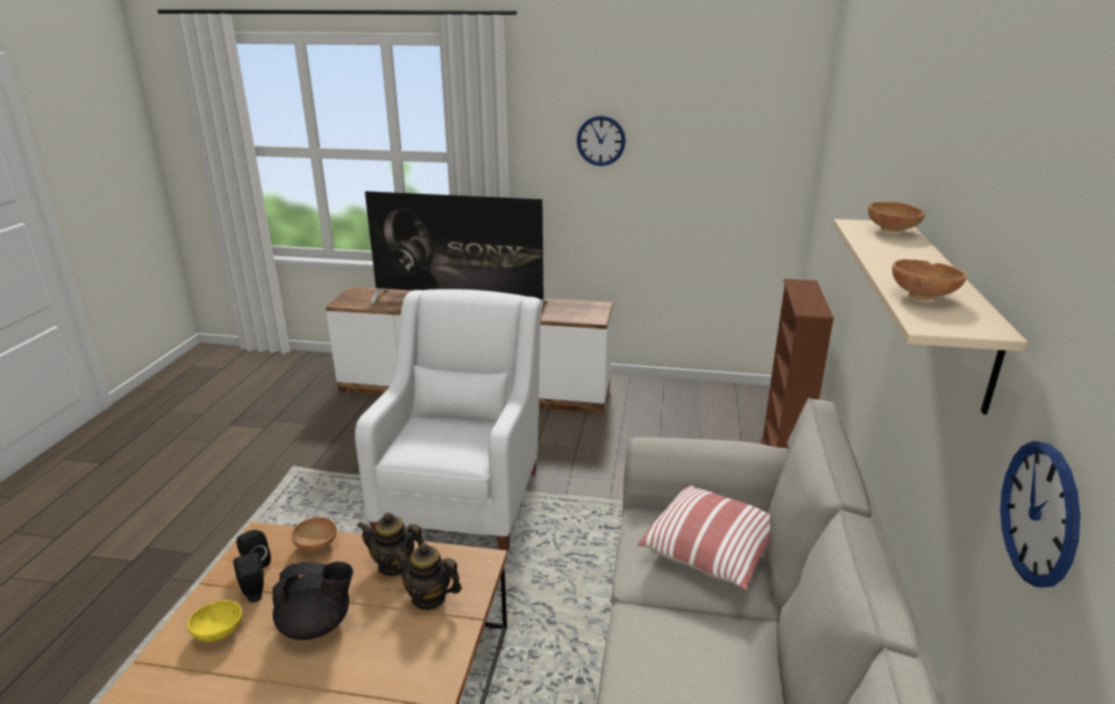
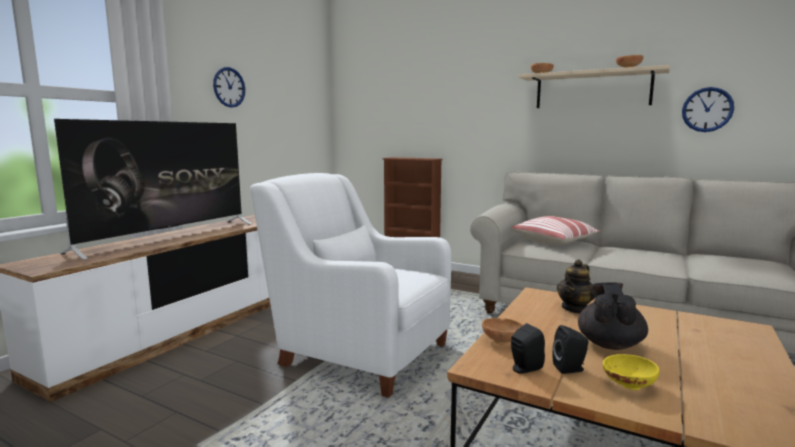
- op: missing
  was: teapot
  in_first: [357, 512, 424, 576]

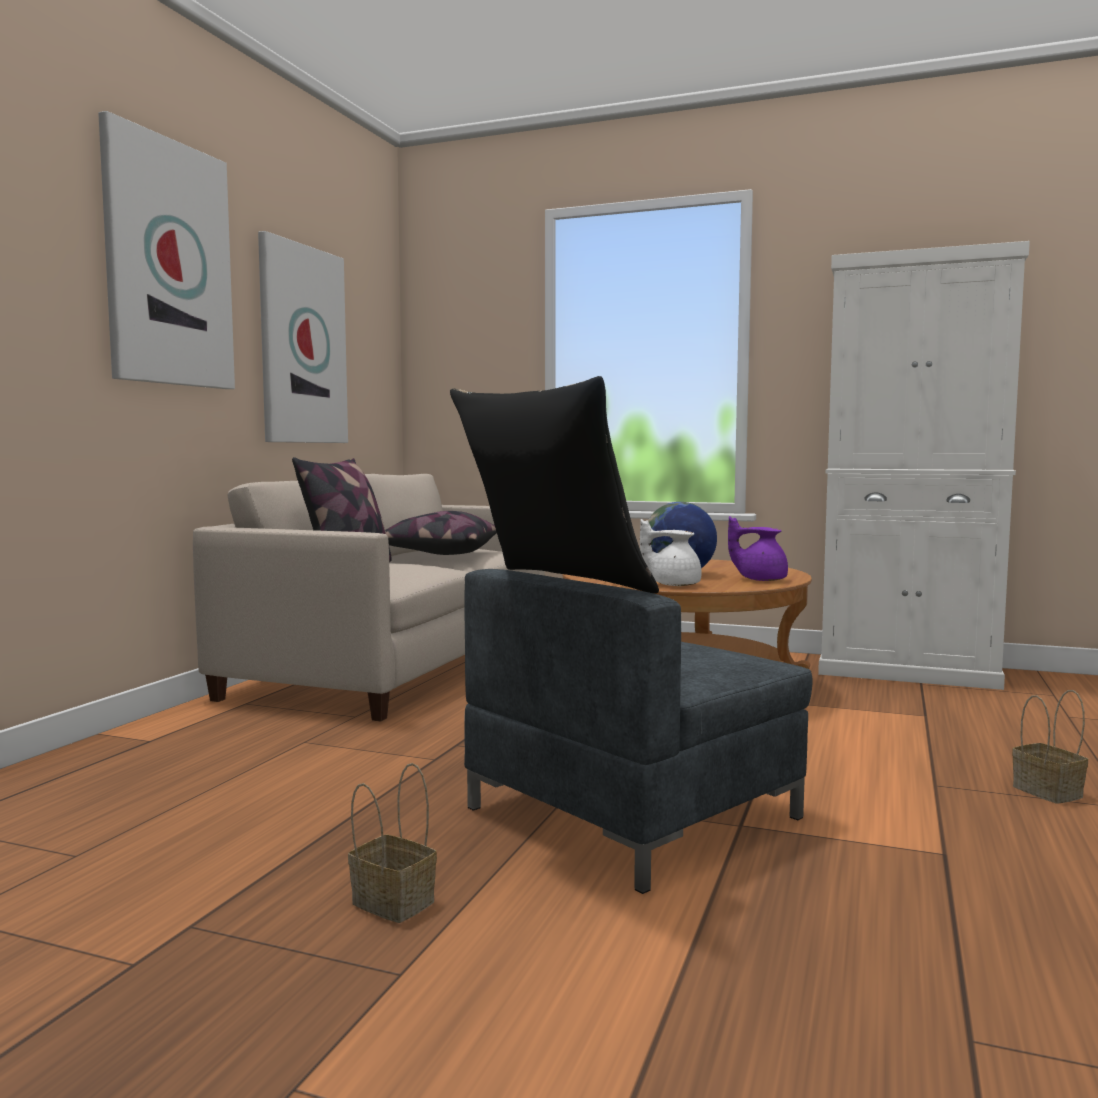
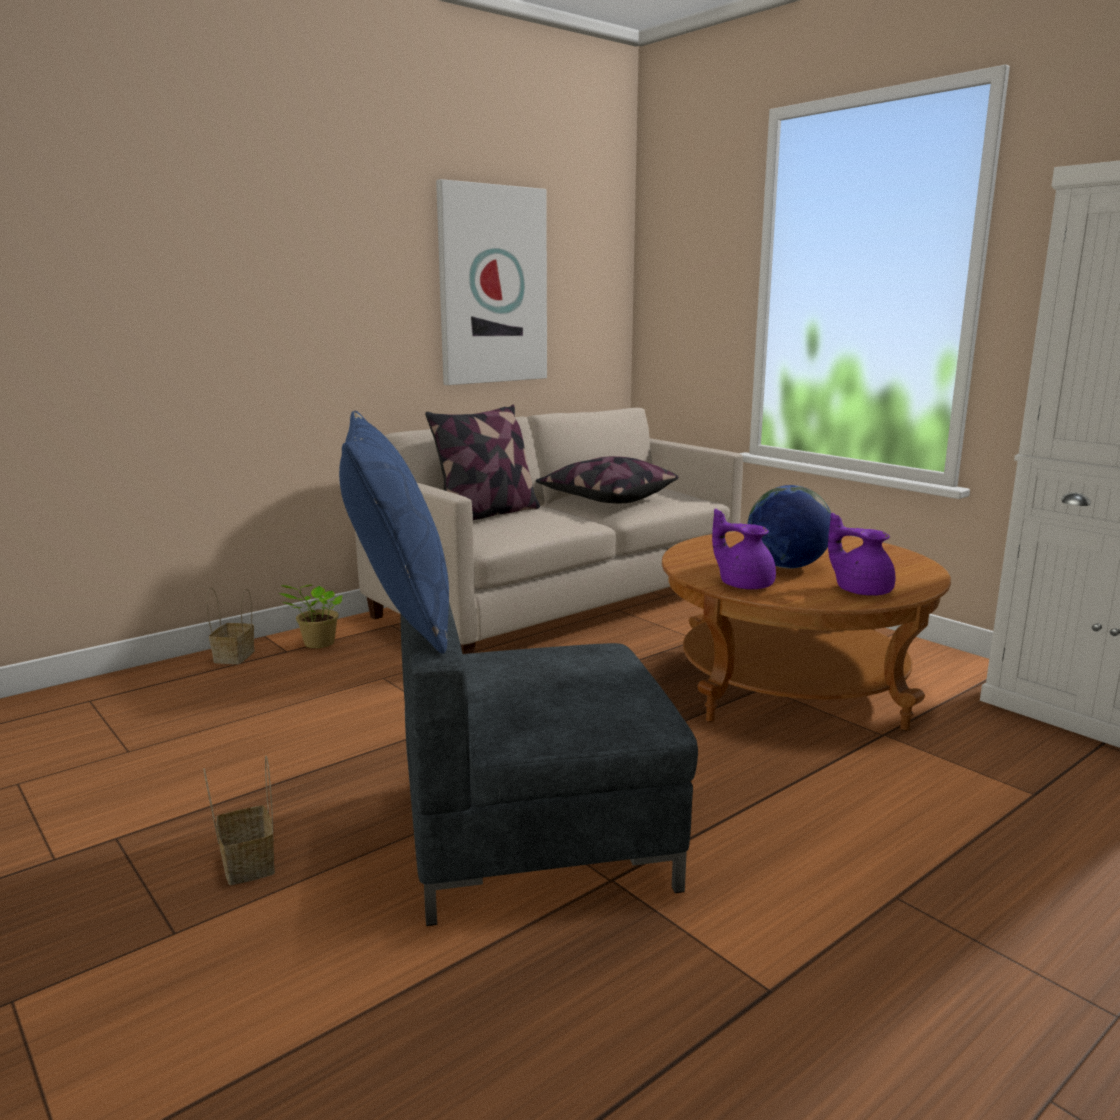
- op: missing
  was: picture
  in_first: [98, 111, 235, 389]
- op: colour
  was: black pillow
  now: blue pillow
  in_first: [450, 376, 659, 593]
  in_second: [339, 411, 449, 654]
- op: colour
  was: white teapot
  now: purple teapot
  in_first: [640, 519, 702, 586]
  in_second: [712, 509, 776, 590]
- op: relocated
  was: basket
  in_first: [1012, 690, 1088, 804]
  in_second: [207, 588, 255, 664]
- op: appeared
  now: potted plant
  in_second: [278, 585, 342, 648]

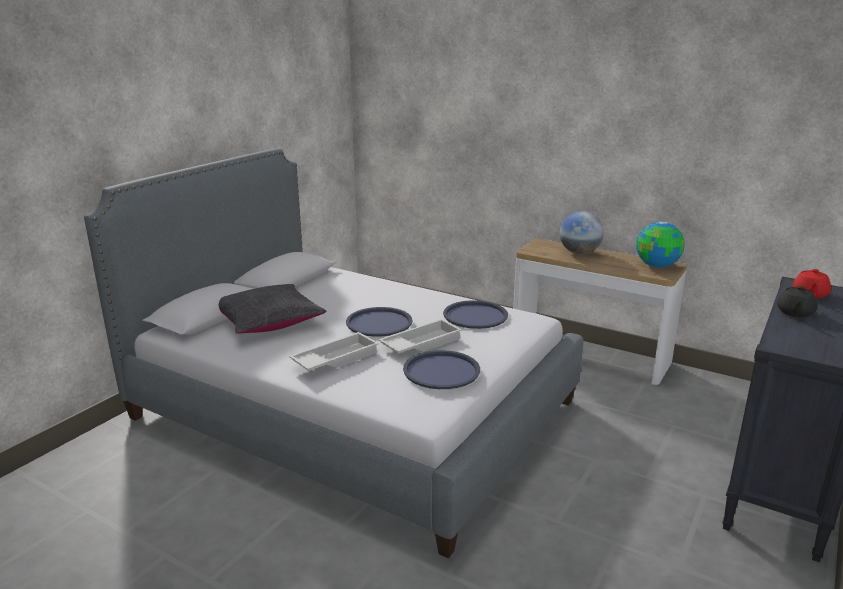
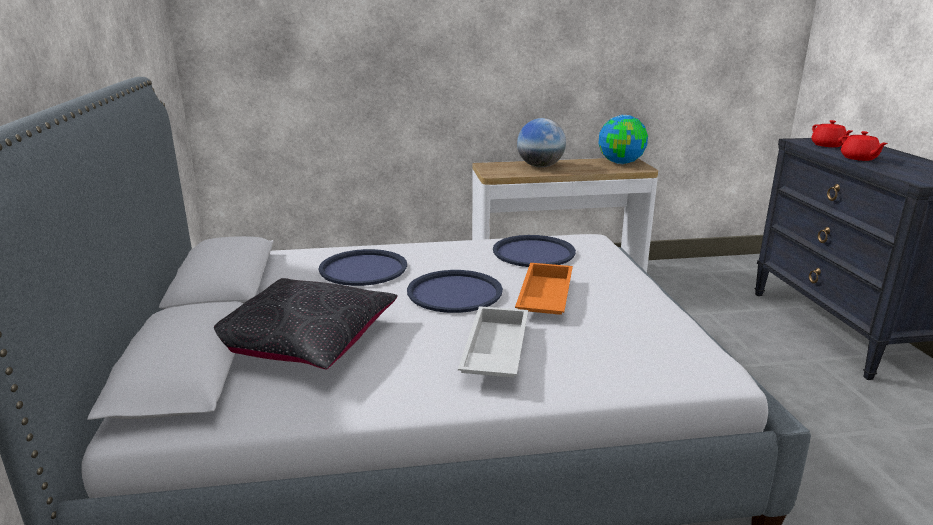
- op: colour
  was: black teapot
  now: red teapot
  in_first: [777, 286, 817, 317]
  in_second: [841, 131, 888, 161]
- op: colour
  was: white tray
  now: orange tray
  in_first: [378, 319, 462, 354]
  in_second: [515, 263, 573, 315]
- op: relocated
  was: blue tray
  in_first: [403, 350, 480, 389]
  in_second: [319, 249, 407, 286]

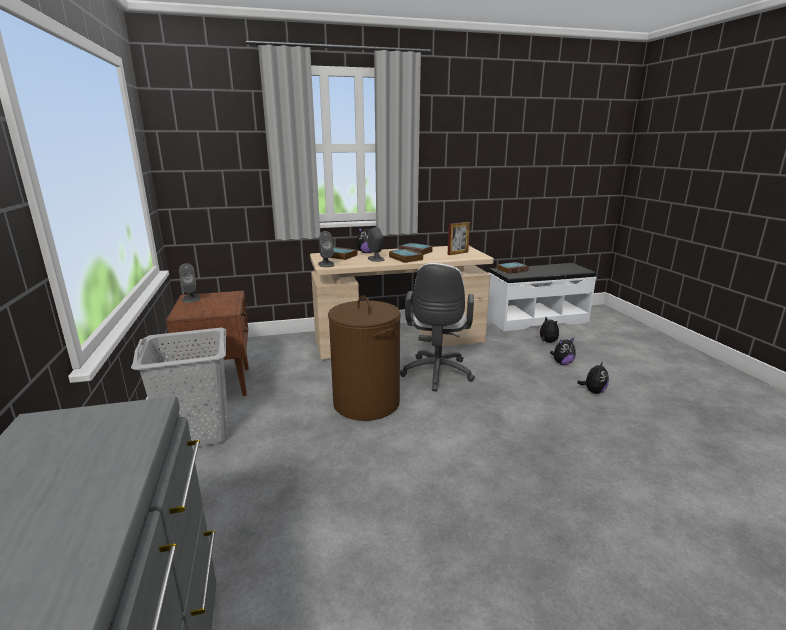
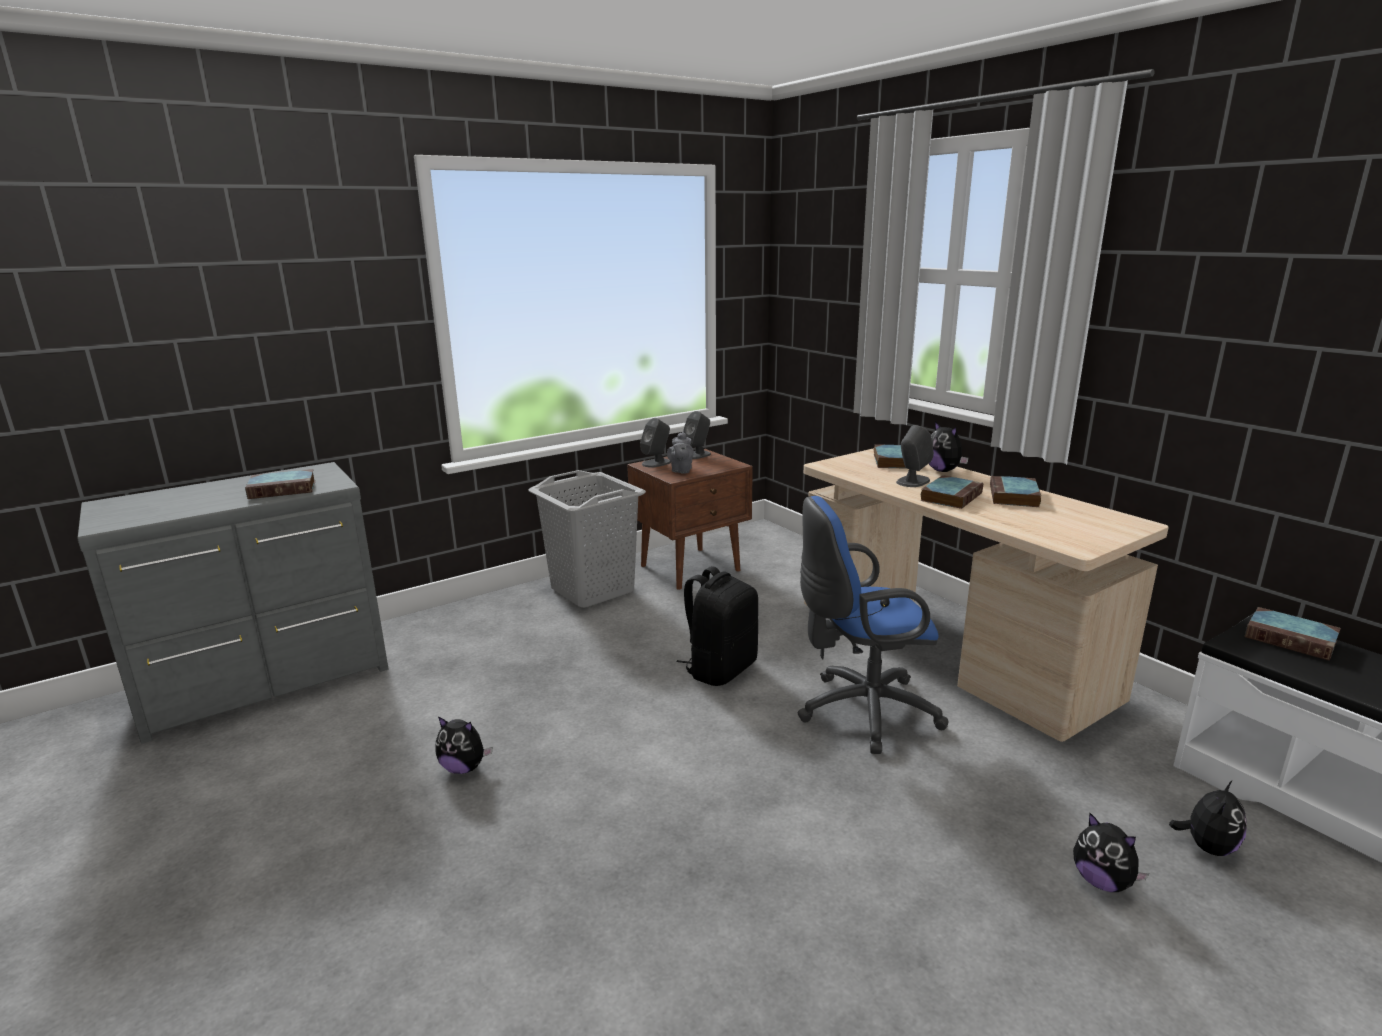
- op: missing
  was: picture frame
  in_first: [448, 222, 470, 255]
- op: relocated
  was: grey speaker
  in_first: [318, 231, 335, 267]
  in_second: [640, 418, 671, 468]
- op: colour
  was: white office chair
  now: blue office chair
  in_first: [400, 263, 475, 392]
  in_second: [798, 496, 949, 754]
- op: exchanged
  was: brown laundry basket
  now: black backpack
  in_first: [328, 295, 401, 421]
  in_second: [676, 566, 758, 686]
- op: relocated
  was: plush toy
  in_first: [577, 361, 609, 394]
  in_second: [435, 717, 492, 774]
- op: appeared
  now: grey teapot
  in_second: [667, 432, 694, 474]
- op: appeared
  now: book
  in_second: [245, 469, 316, 499]

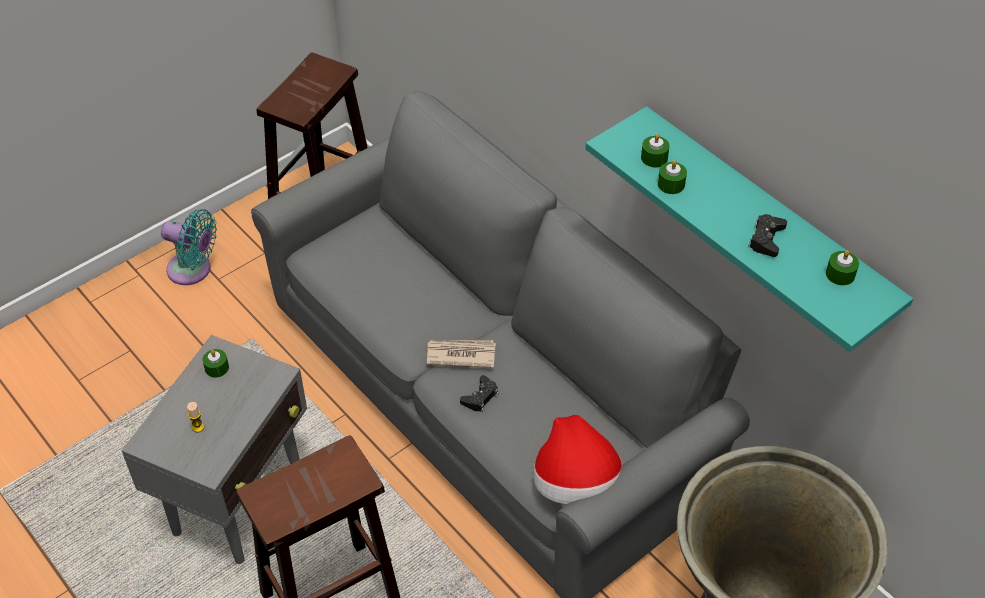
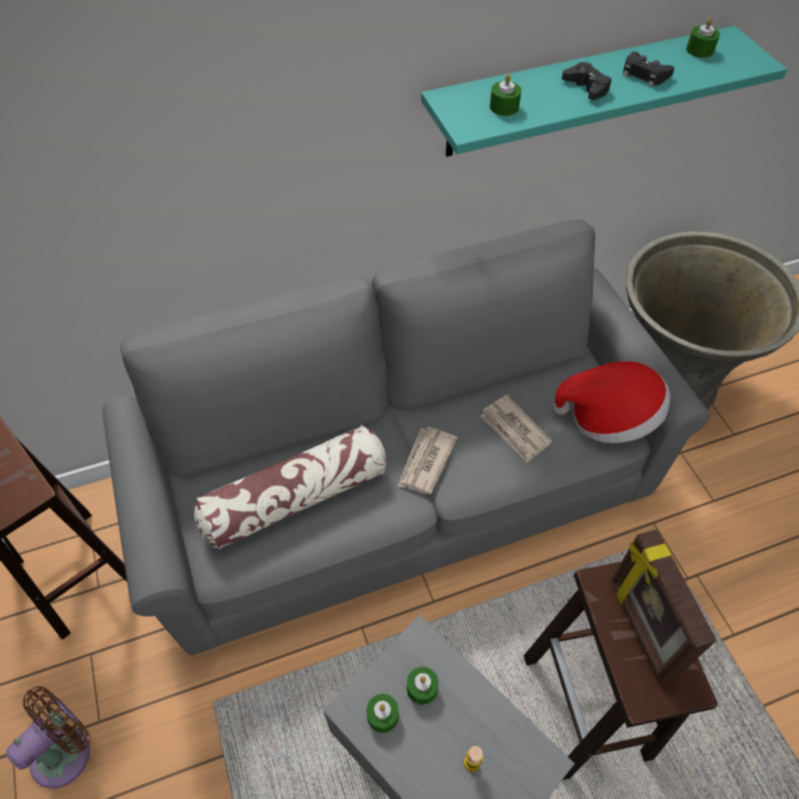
- op: relocated
  was: green candle
  in_first: [658, 160, 687, 194]
  in_second: [407, 667, 439, 705]
- op: colour
  was: turquoise fan
  now: brown fan
  in_first: [161, 209, 217, 285]
  in_second: [6, 686, 90, 789]
- op: relocated
  was: black game controller
  in_first: [460, 375, 498, 412]
  in_second: [562, 62, 612, 100]
- op: appeared
  now: newspaper
  in_second: [480, 395, 552, 463]
- op: appeared
  now: pillow
  in_second: [194, 426, 386, 550]
- op: appeared
  now: picture frame
  in_second: [611, 529, 717, 682]

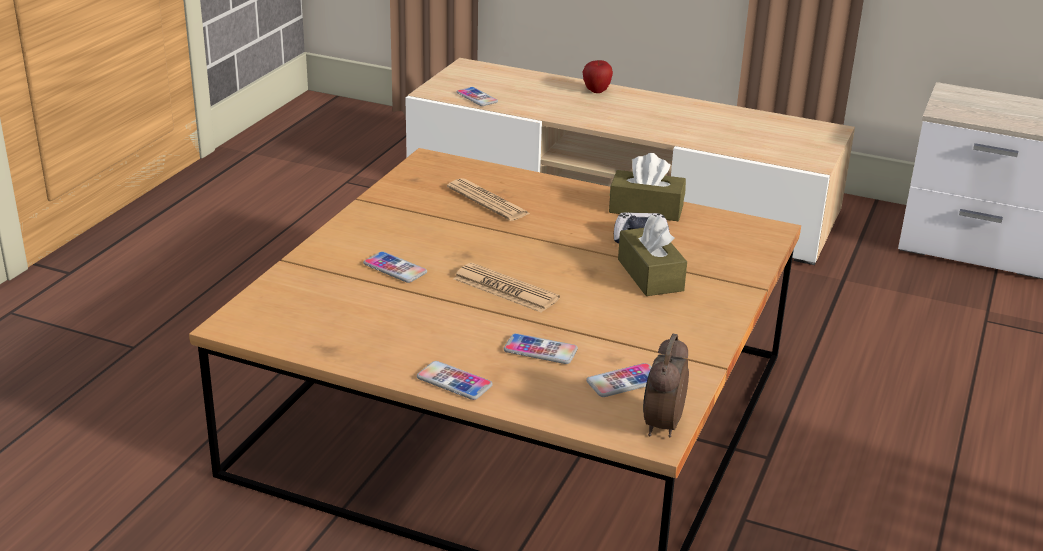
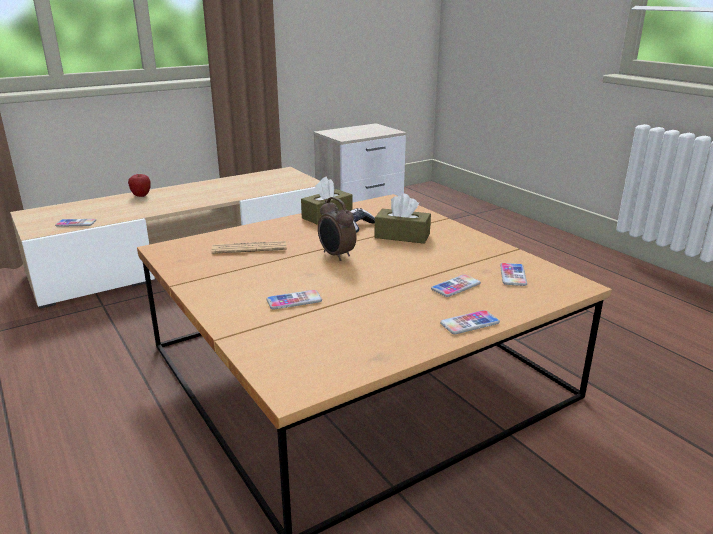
- op: missing
  was: newspaper
  in_first: [454, 263, 560, 313]
- op: relocated
  was: alarm clock
  in_first: [643, 334, 689, 438]
  in_second: [318, 197, 356, 261]

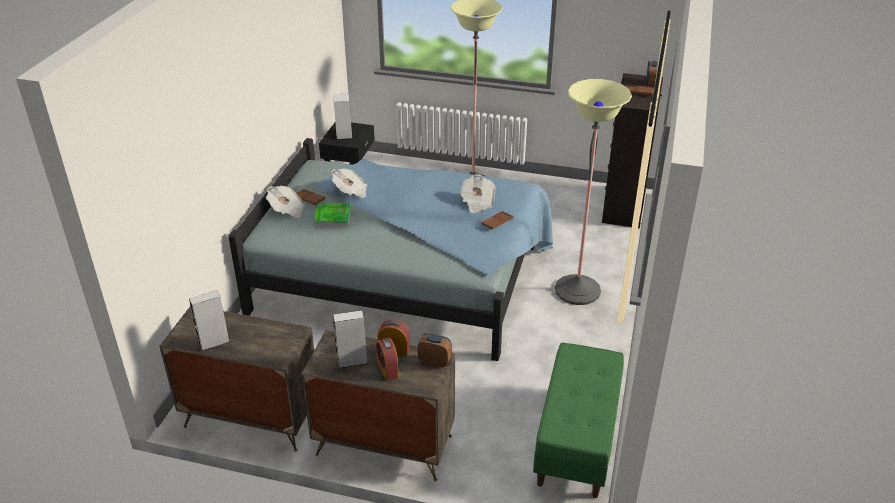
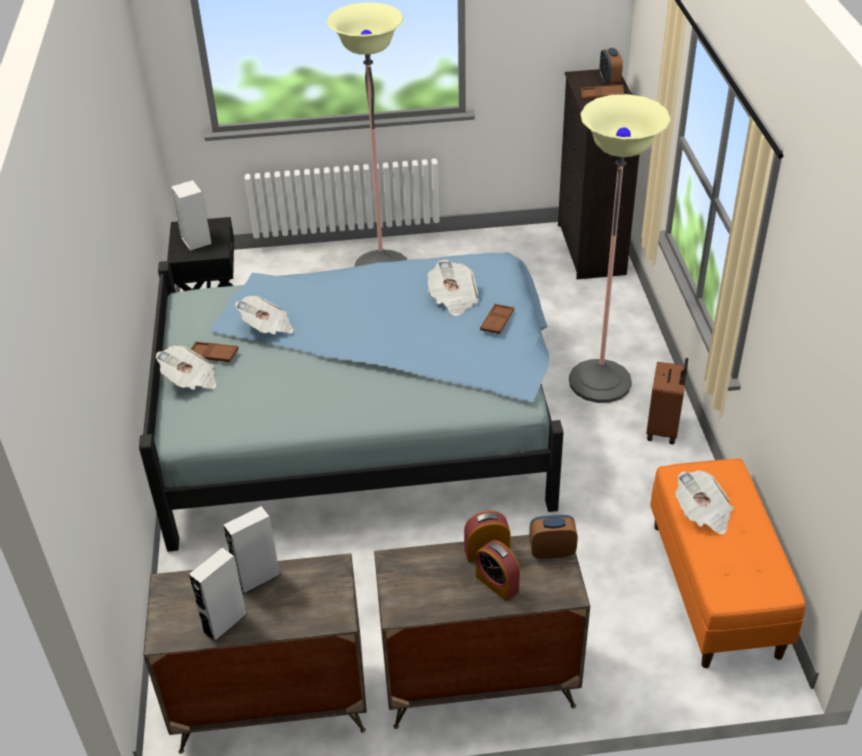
- op: missing
  was: tray
  in_first: [314, 203, 351, 228]
- op: relocated
  was: grey speaker
  in_first: [333, 310, 368, 368]
  in_second: [224, 506, 281, 594]
- op: colour
  was: green bench
  now: orange bench
  in_first: [533, 343, 624, 498]
  in_second: [650, 458, 806, 668]
- op: appeared
  now: brown suitcase
  in_second: [646, 358, 688, 444]
- op: appeared
  now: newspaper
  in_second: [675, 470, 734, 535]

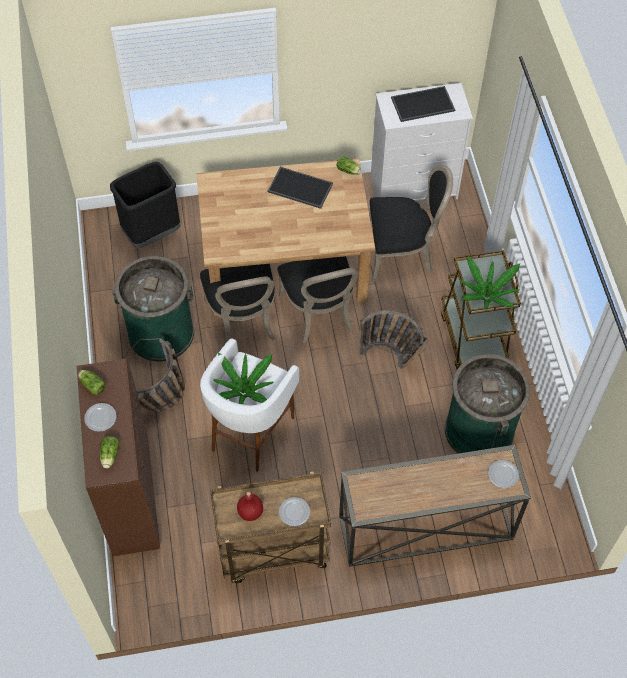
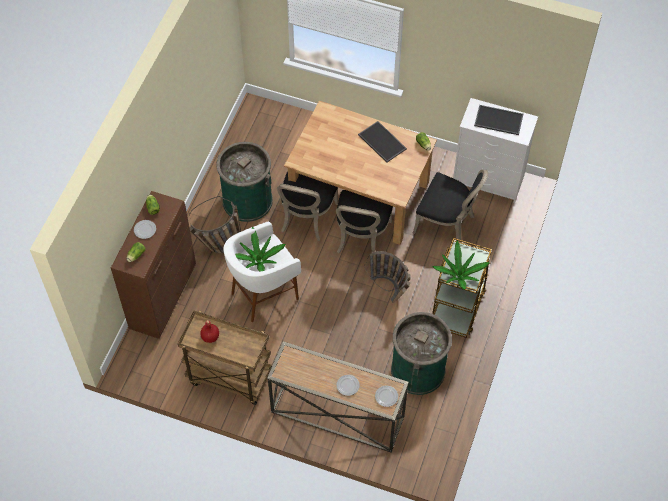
- op: missing
  was: black trash can
  in_first: [110, 162, 181, 248]
- op: relocated
  was: plate
  in_first: [279, 497, 310, 526]
  in_second: [336, 375, 360, 396]

